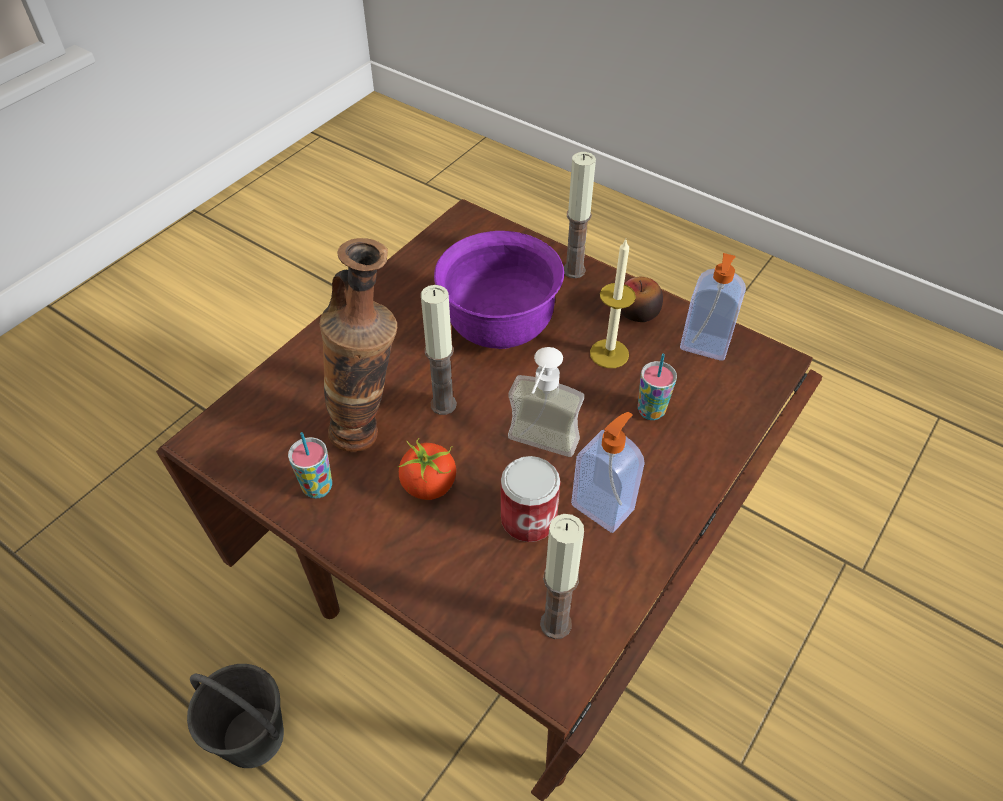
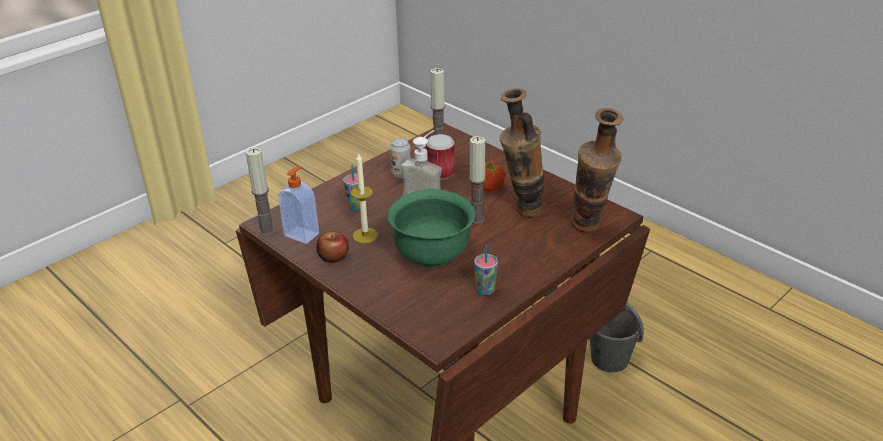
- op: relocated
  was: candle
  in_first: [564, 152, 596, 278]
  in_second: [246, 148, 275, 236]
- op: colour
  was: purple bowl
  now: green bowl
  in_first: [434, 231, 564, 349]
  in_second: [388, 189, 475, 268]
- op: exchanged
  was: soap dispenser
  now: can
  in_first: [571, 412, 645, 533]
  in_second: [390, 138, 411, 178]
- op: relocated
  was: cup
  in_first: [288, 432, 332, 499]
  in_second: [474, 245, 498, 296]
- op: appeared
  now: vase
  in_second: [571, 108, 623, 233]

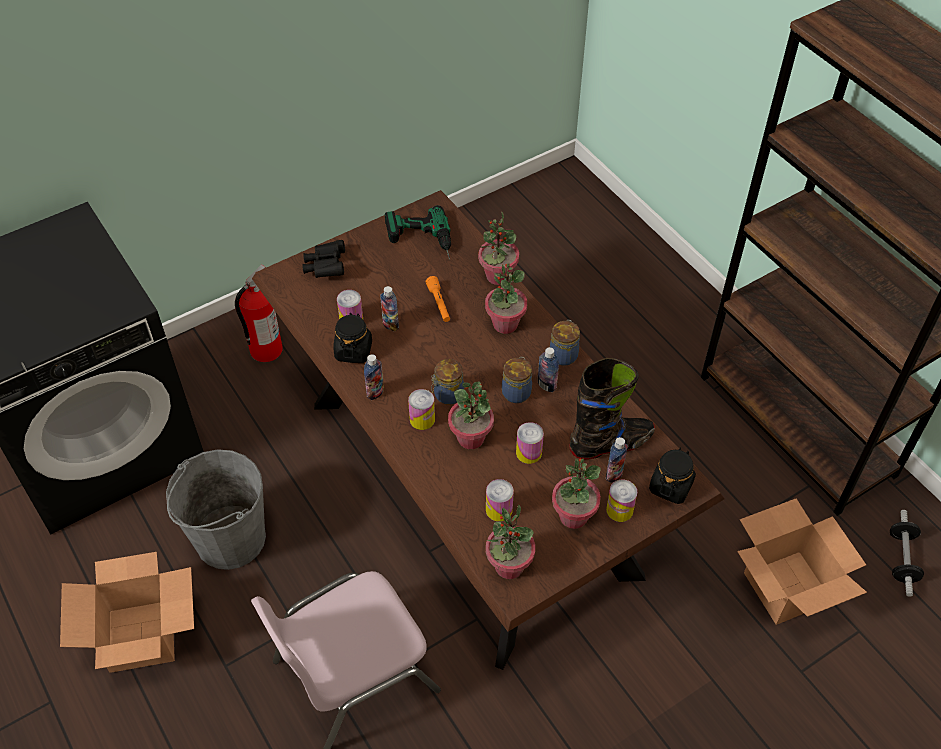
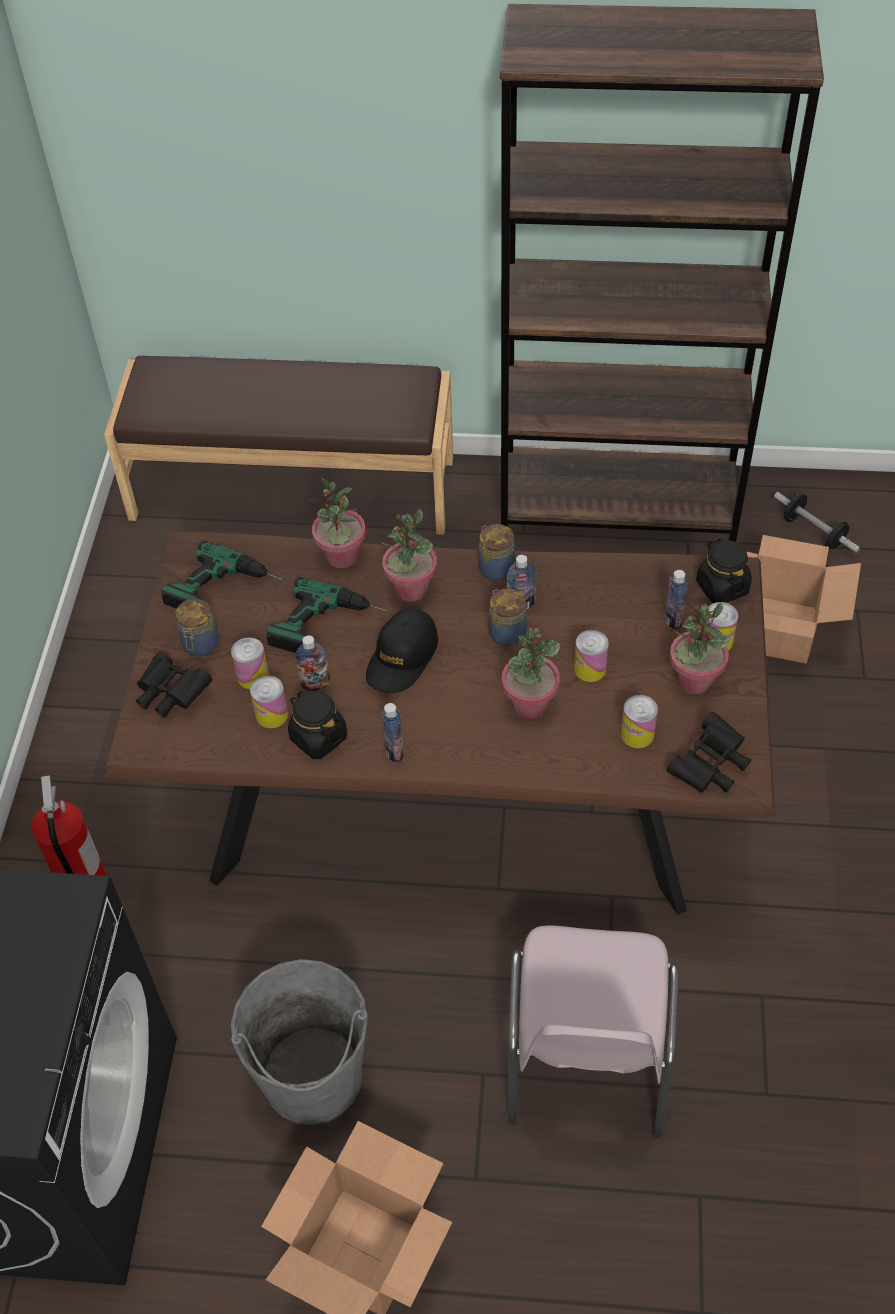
- op: exchanged
  was: orange flashlight
  now: power drill
  in_first: [426, 276, 450, 322]
  in_second: [266, 578, 387, 653]
- op: missing
  was: black boot
  in_first: [569, 358, 655, 459]
- op: relocated
  was: jar
  in_first: [431, 359, 464, 405]
  in_second: [175, 599, 219, 657]
- op: relocated
  was: can
  in_first: [408, 389, 435, 430]
  in_second: [231, 637, 269, 689]
- op: exchanged
  was: potted plant
  now: black binoculars
  in_first: [486, 505, 535, 579]
  in_second: [667, 712, 751, 793]
- op: appeared
  now: brown bench
  in_second: [104, 356, 453, 535]
- op: appeared
  now: black cap
  in_second: [366, 609, 438, 693]

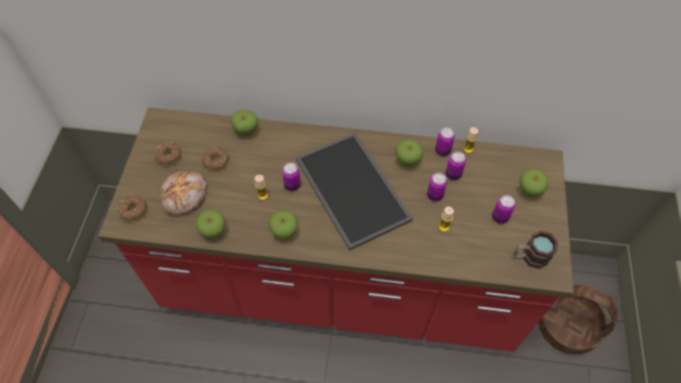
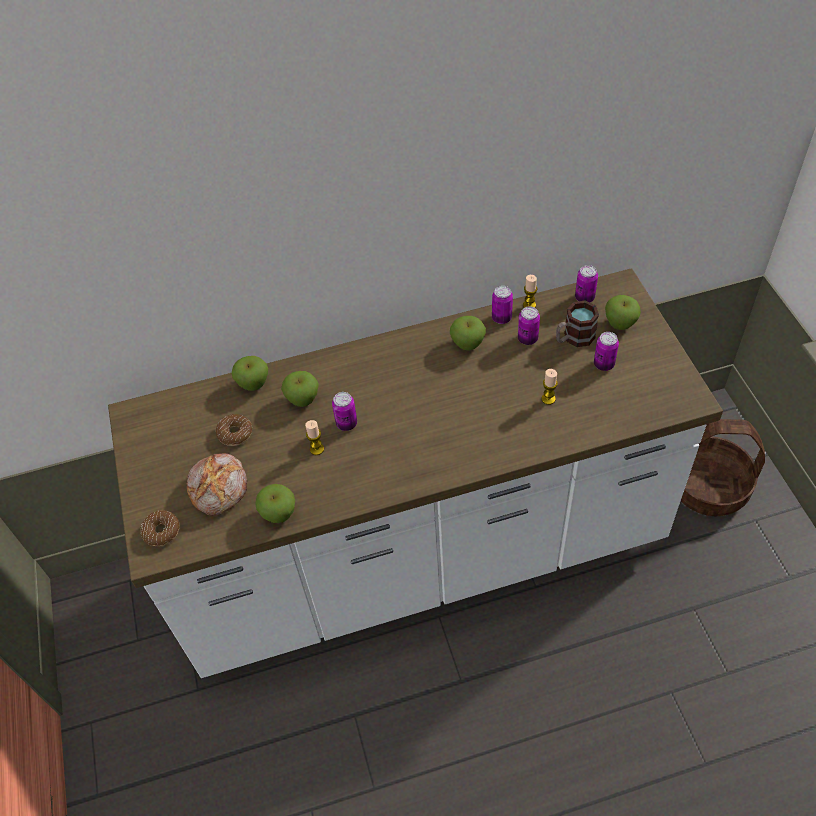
- op: colour
  was: red counter
  now: white counter
  in_first: [98, 108, 574, 352]
  in_second: [108, 268, 723, 678]
- op: missing
  was: tray
  in_first: [296, 133, 413, 251]
- op: missing
  was: donut
  in_first: [155, 142, 182, 165]
- op: relocated
  was: can
  in_first: [427, 173, 447, 202]
  in_second: [575, 265, 598, 302]
- op: relocated
  was: apple
  in_first: [268, 210, 298, 240]
  in_second: [281, 371, 319, 407]
- op: relocated
  was: mug
  in_first: [514, 231, 558, 269]
  in_second: [556, 300, 599, 347]

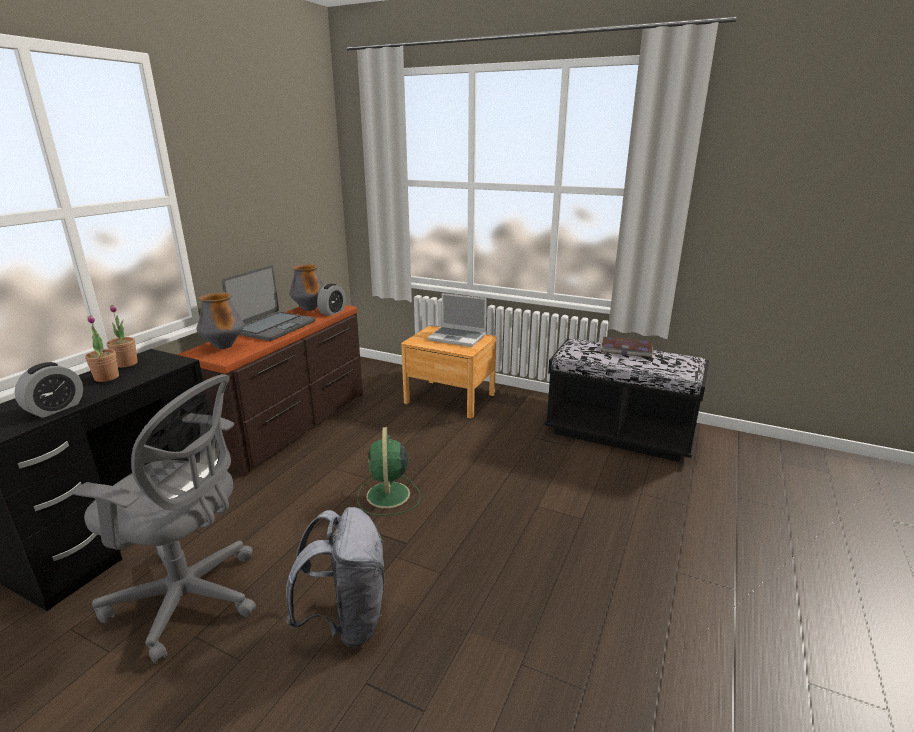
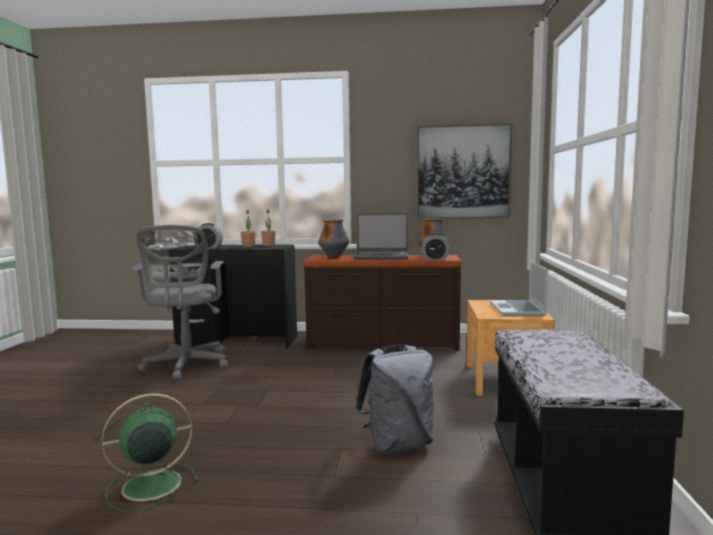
- op: missing
  was: book
  in_first: [601, 337, 654, 357]
- op: relocated
  was: green fan
  in_first: [357, 427, 420, 516]
  in_second: [102, 393, 199, 512]
- op: relocated
  was: grey backpack
  in_first: [286, 507, 384, 647]
  in_second: [355, 344, 434, 454]
- op: appeared
  now: picture
  in_second: [417, 123, 512, 219]

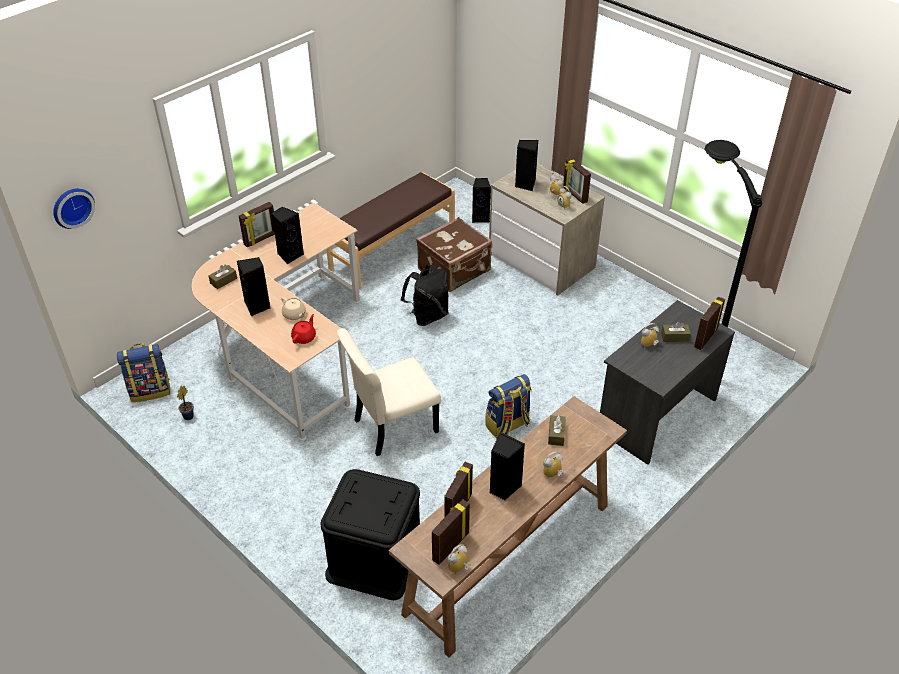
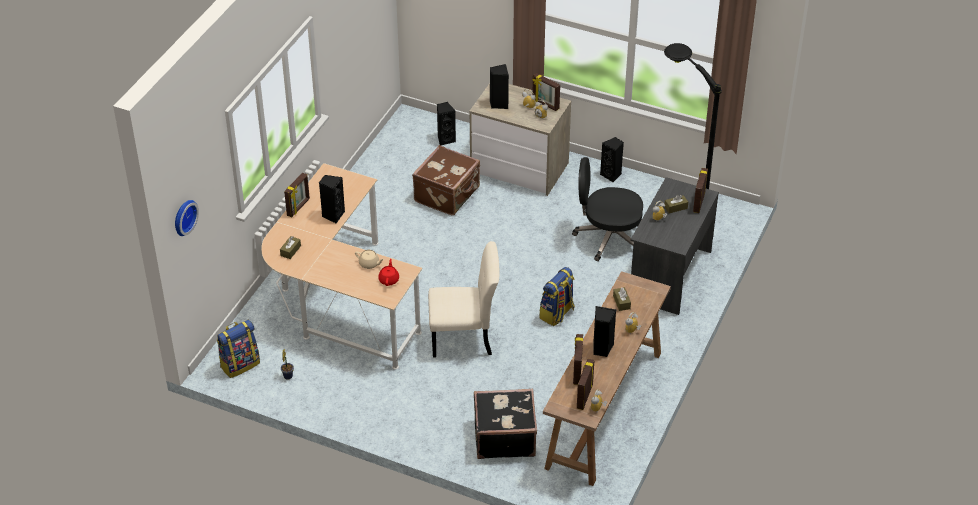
- op: missing
  was: brown bench
  in_first: [326, 172, 455, 289]
- op: relocated
  was: black speaker
  in_first: [237, 257, 270, 316]
  in_second: [600, 137, 624, 182]
- op: missing
  was: black backpack
  in_first: [401, 264, 448, 326]
- op: spun
  was: beige chair
  in_first: [337, 328, 441, 456]
  in_second: [428, 241, 500, 358]
  clockwise: -135
- op: exchanged
  was: black storage box
  now: black suitcase
  in_first: [320, 469, 420, 600]
  in_second: [474, 389, 537, 459]
- op: appeared
  now: black office chair
  in_second: [572, 157, 643, 261]

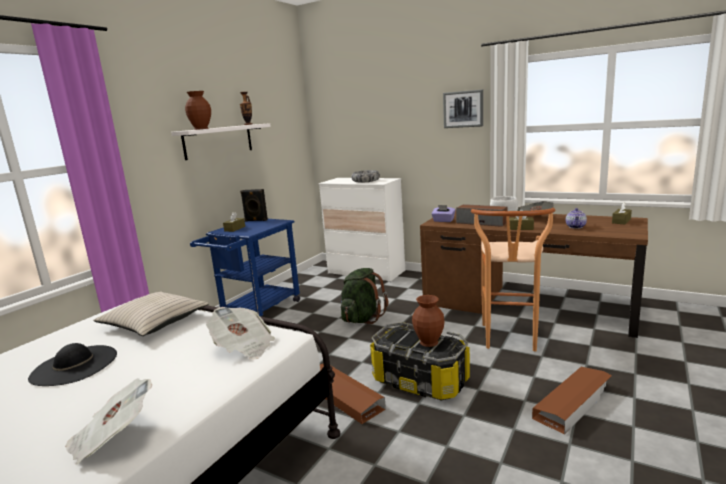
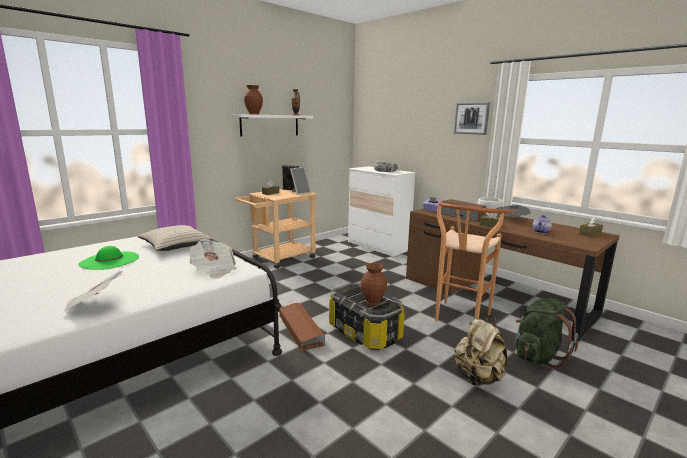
- op: colour
  was: blue cart
  now: beige cart
  in_first: [190, 219, 300, 316]
  in_second: [235, 189, 318, 269]
- op: relocated
  was: green backpack
  in_first: [341, 268, 388, 324]
  in_second: [515, 298, 578, 369]
- op: colour
  was: black hat
  now: green hat
  in_first: [28, 343, 117, 386]
  in_second: [78, 246, 139, 270]
- op: exchanged
  was: brown storage box
  now: beige backpack
  in_first: [532, 367, 612, 435]
  in_second: [454, 317, 508, 386]
- op: appeared
  now: picture frame
  in_second: [290, 167, 311, 195]

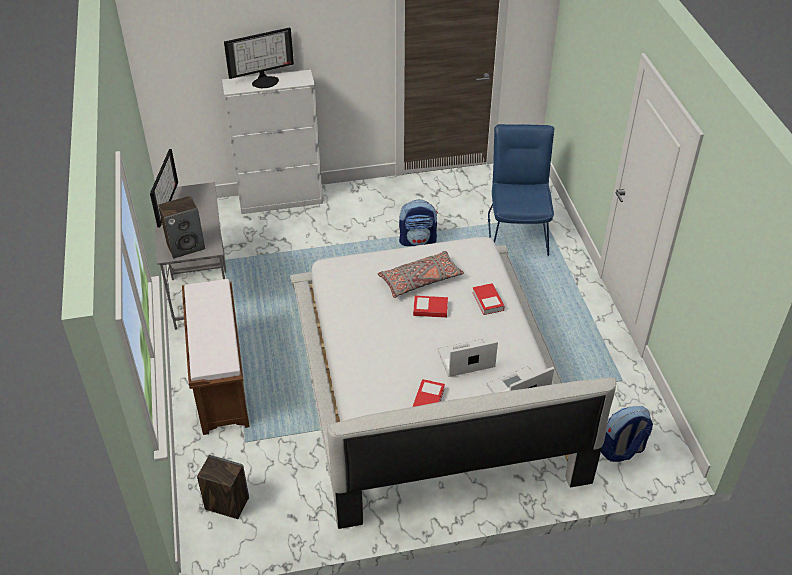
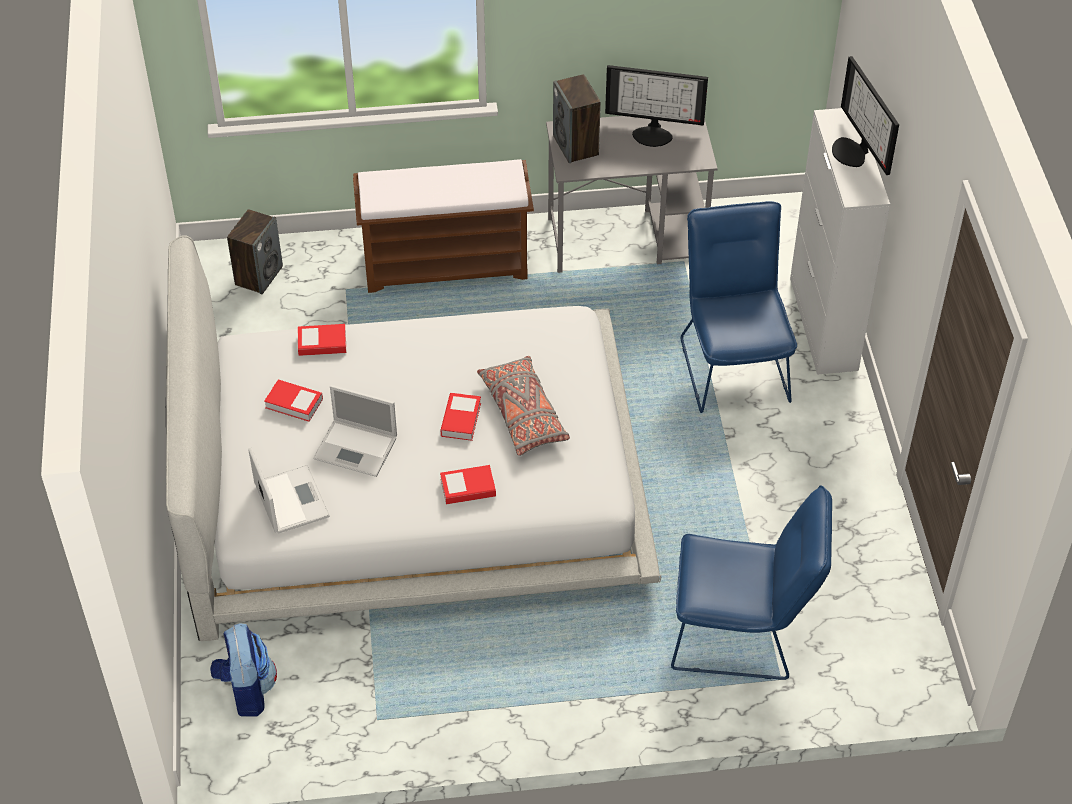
- op: missing
  was: backpack
  in_first: [399, 199, 438, 246]
- op: spun
  was: laptop
  in_first: [437, 339, 498, 377]
  in_second: [313, 385, 397, 477]
  clockwise: 120
- op: appeared
  now: blue chair
  in_second: [681, 201, 797, 413]
- op: appeared
  now: book
  in_second: [298, 324, 346, 356]

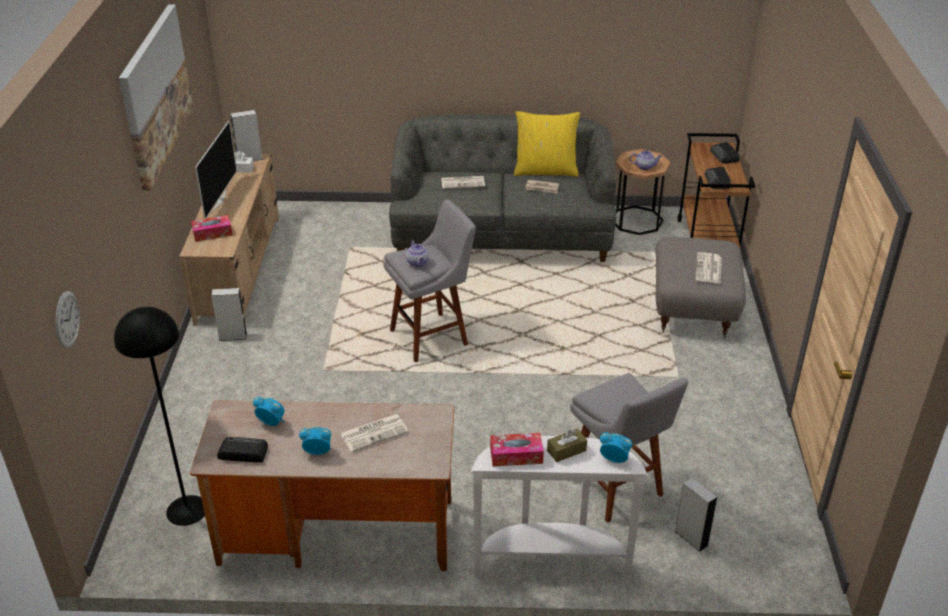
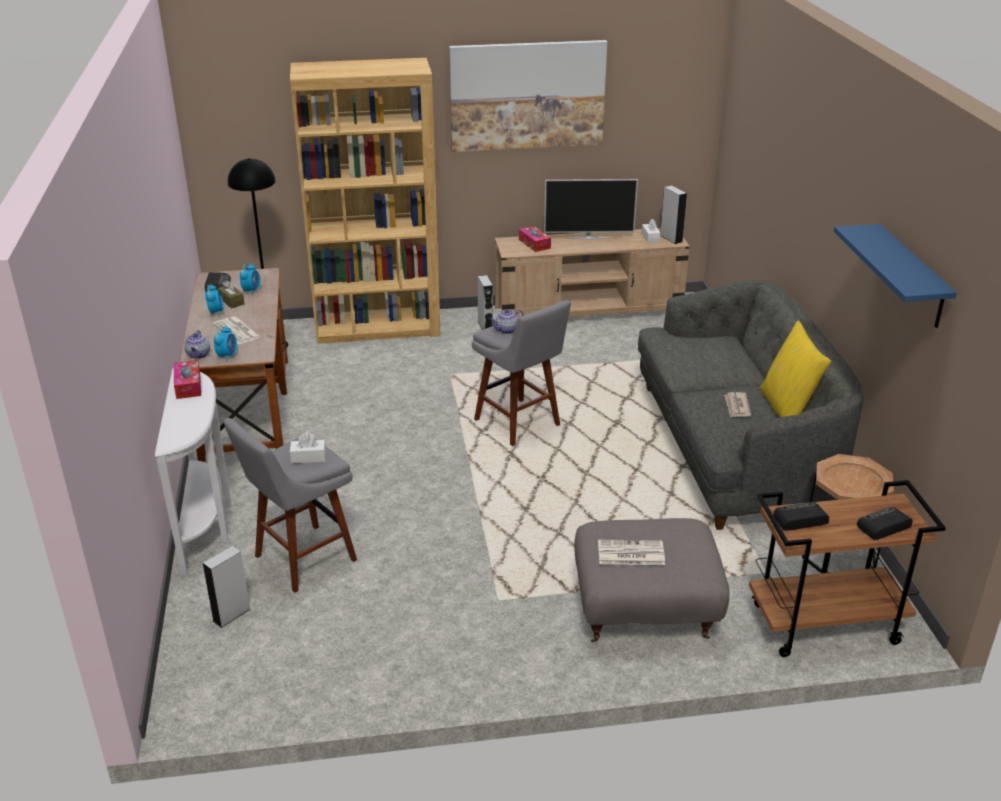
- op: relocated
  was: teapot
  in_first: [630, 150, 662, 170]
  in_second: [184, 330, 210, 359]
- op: missing
  was: newspaper
  in_first: [441, 176, 485, 189]
- op: missing
  was: wall clock
  in_first: [55, 291, 80, 348]
- op: relocated
  was: brown tissue box
  in_first: [547, 429, 587, 462]
  in_second: [218, 280, 245, 308]
- op: relocated
  was: alarm clock
  in_first: [600, 433, 632, 463]
  in_second: [214, 326, 237, 362]
- op: appeared
  now: brown bookcase
  in_second: [290, 58, 441, 344]
- op: appeared
  now: blue shelf
  in_second: [834, 224, 957, 328]
- op: appeared
  now: white tissue box
  in_second: [290, 432, 326, 464]

